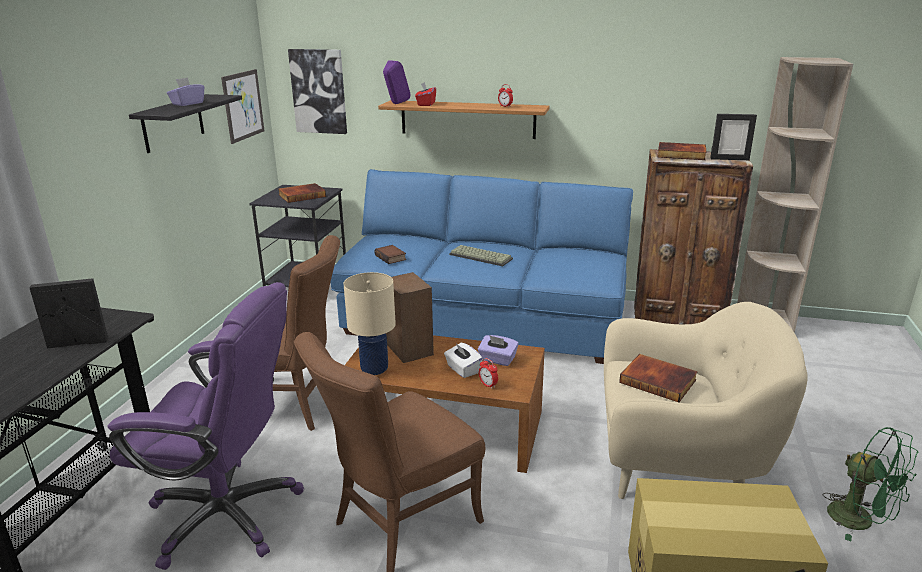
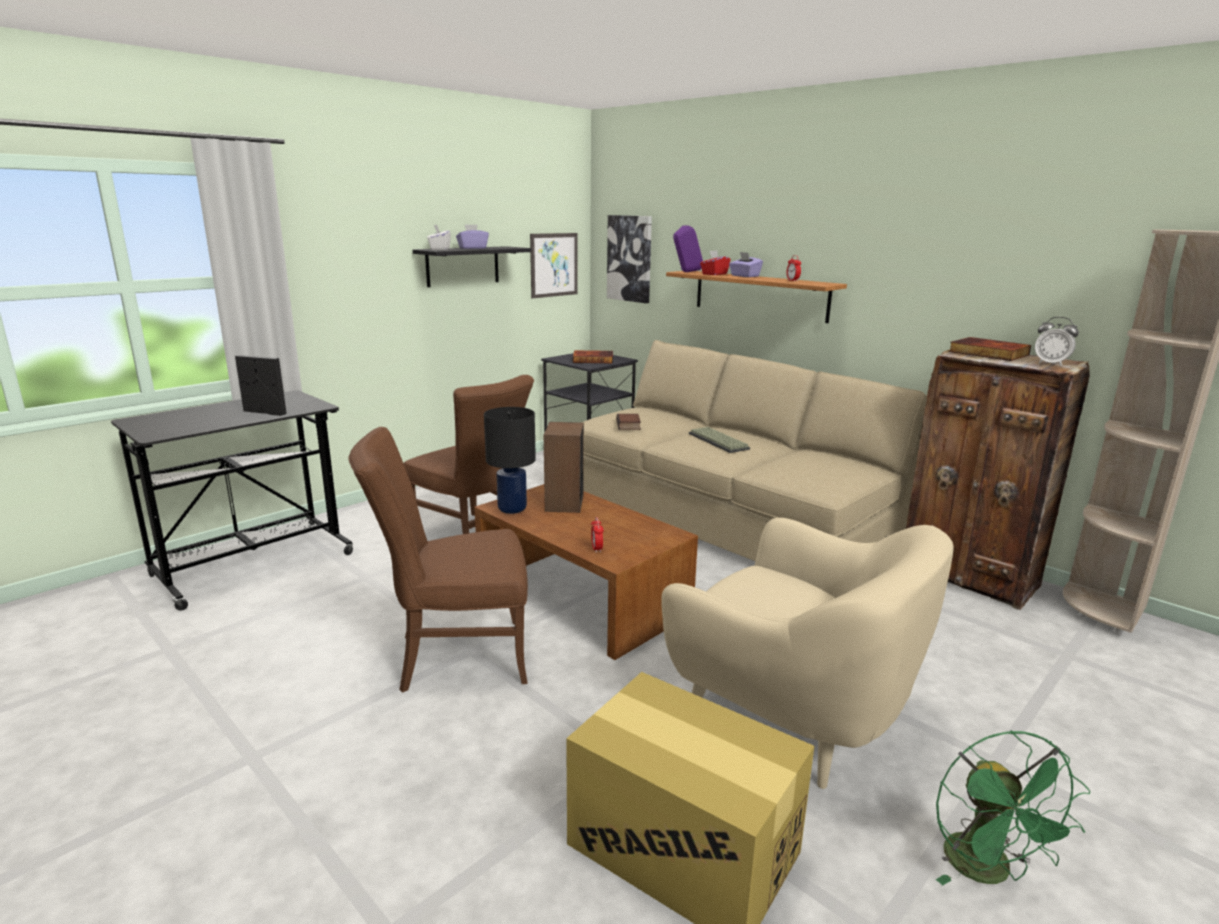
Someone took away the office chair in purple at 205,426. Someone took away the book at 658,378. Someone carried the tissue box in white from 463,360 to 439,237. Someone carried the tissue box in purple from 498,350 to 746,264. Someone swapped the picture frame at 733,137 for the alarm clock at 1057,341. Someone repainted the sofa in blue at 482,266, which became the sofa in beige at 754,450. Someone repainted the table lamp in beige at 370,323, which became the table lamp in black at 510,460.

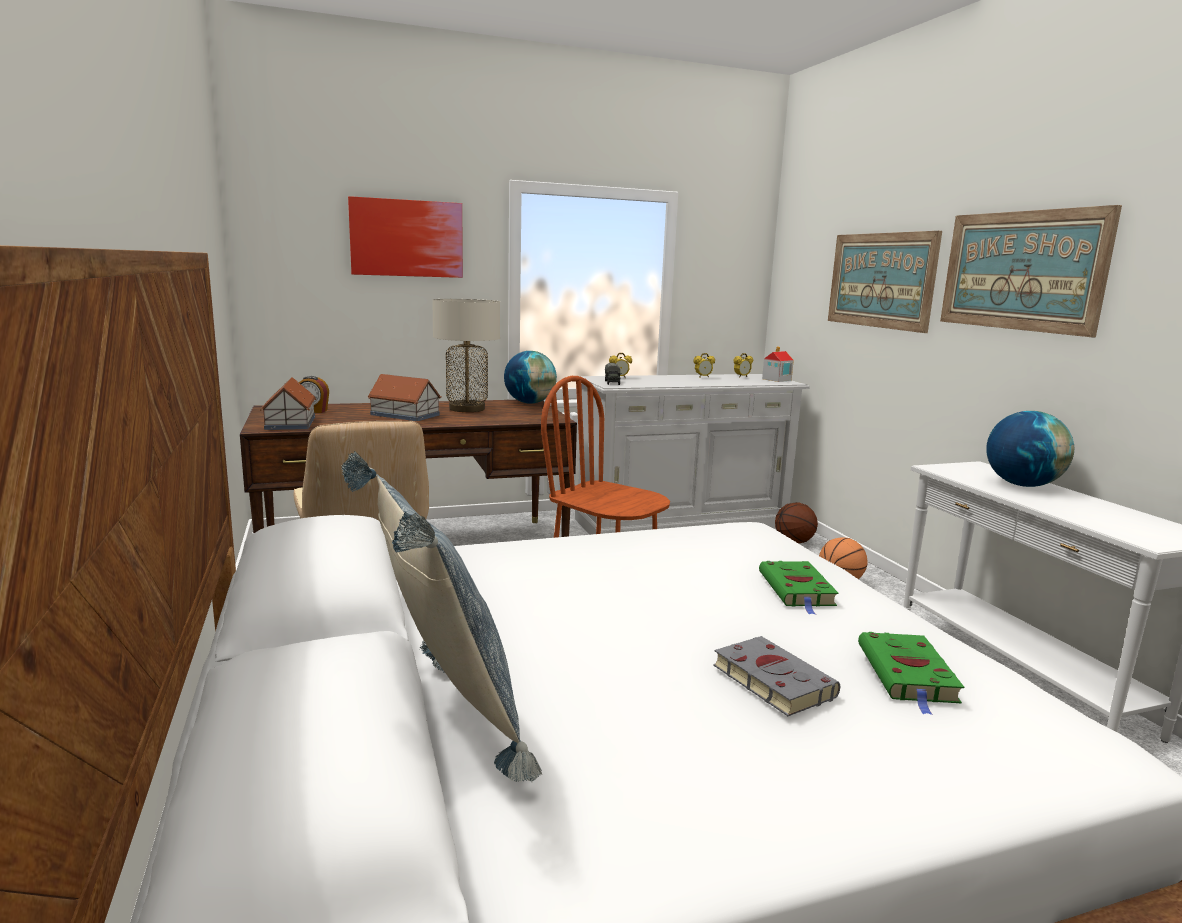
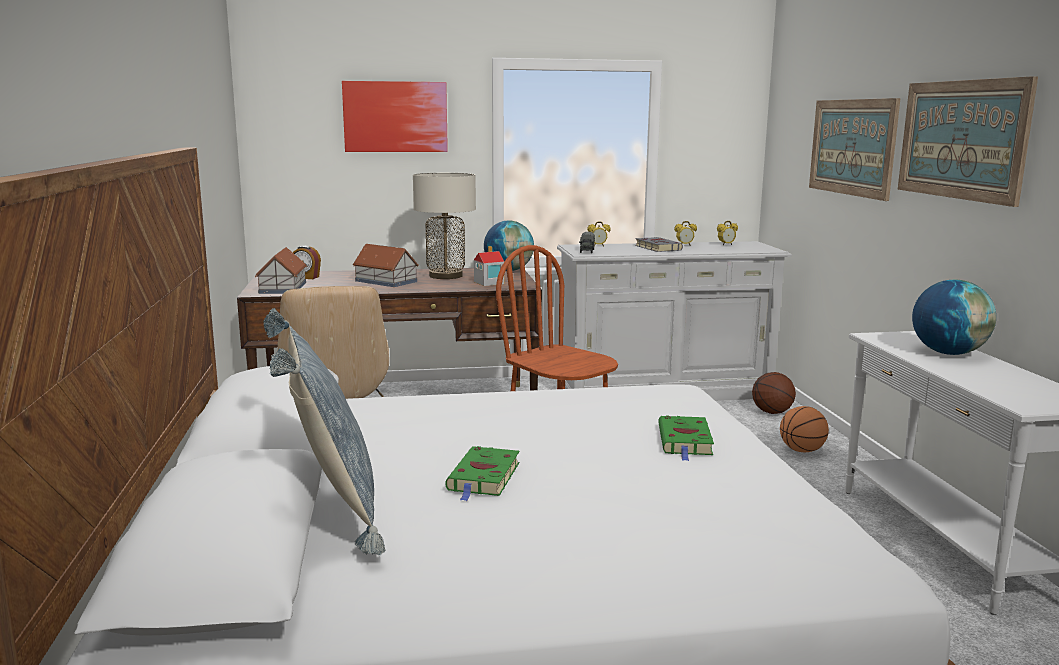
Someone carried the book in grey from 776,676 to 659,244. Someone carried the toy house from 778,364 to 489,266. Someone carried the book in green from 911,673 to 482,473.

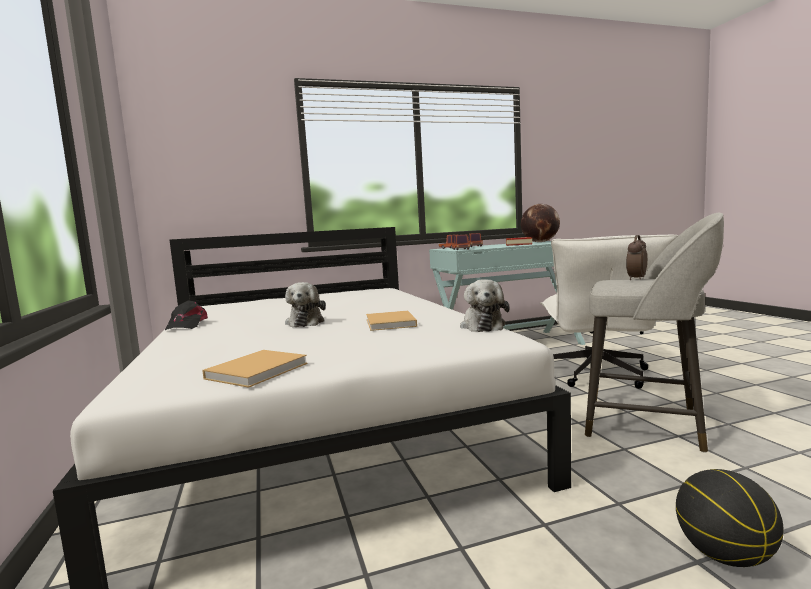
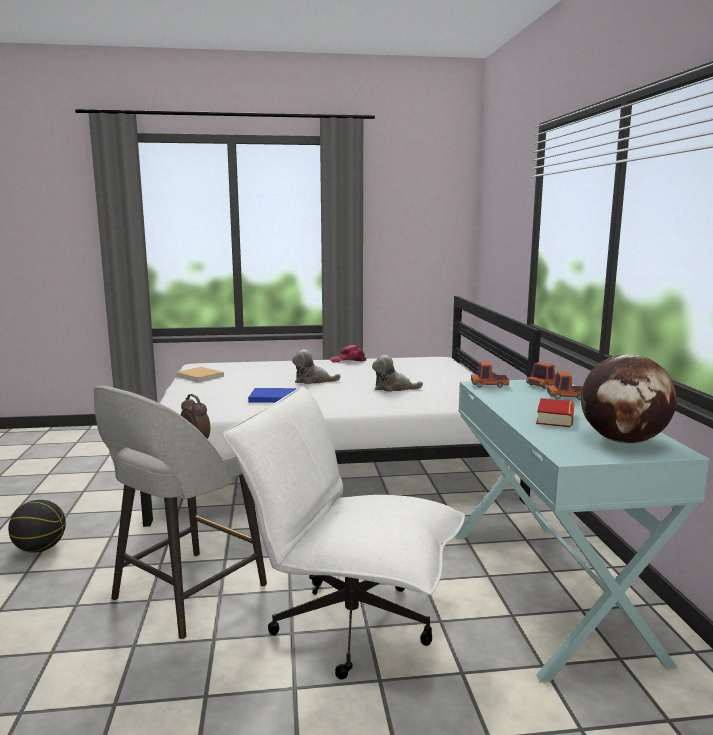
Someone carried the plush toy from 484,306 to 397,373. Someone repainted the cap in black at 186,315, which became the cap in pink at 348,354. Someone repainted the book in beige at 391,321, which became the book in blue at 272,395.

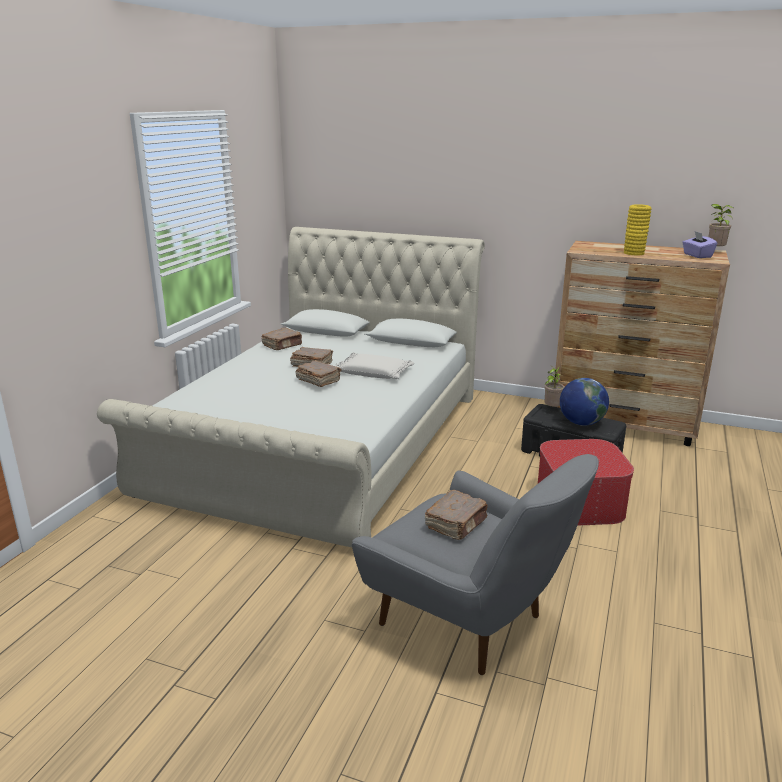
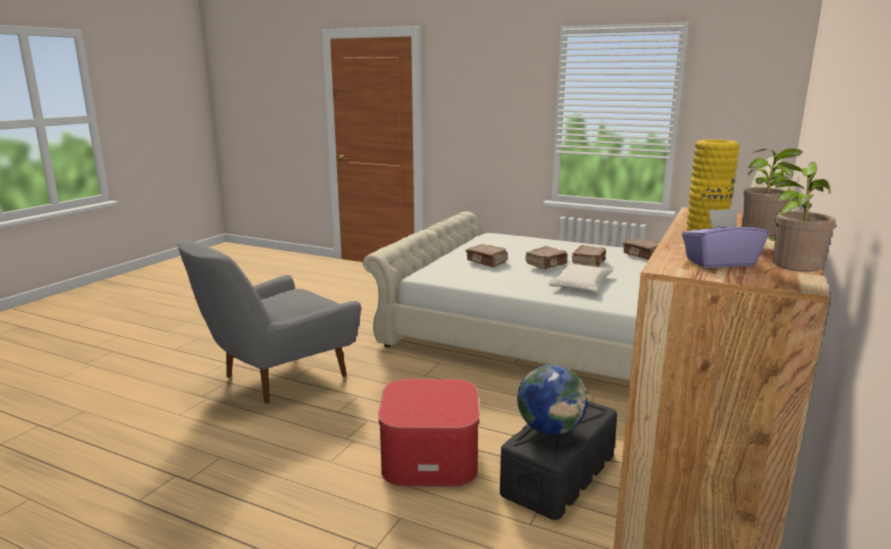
Someone carried the book in brown from 456,515 to 487,255. Someone carried the potted plant from 554,385 to 772,194.

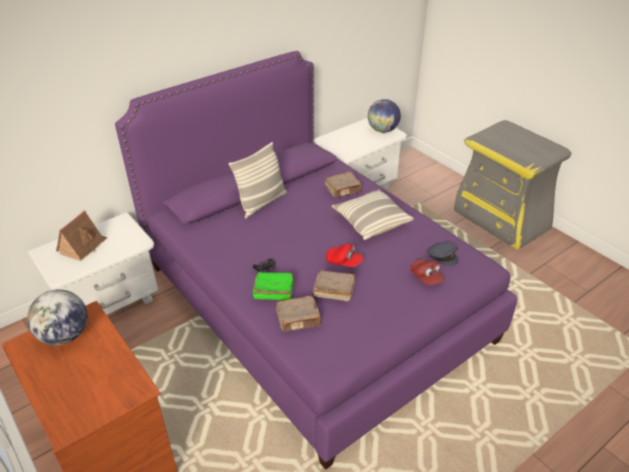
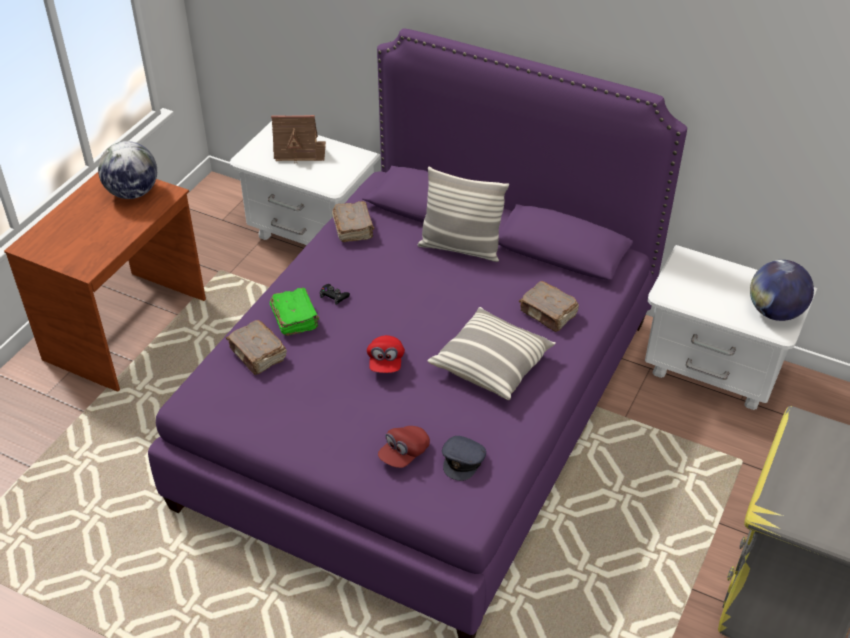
Someone carried the book in brown from 334,286 to 353,221.

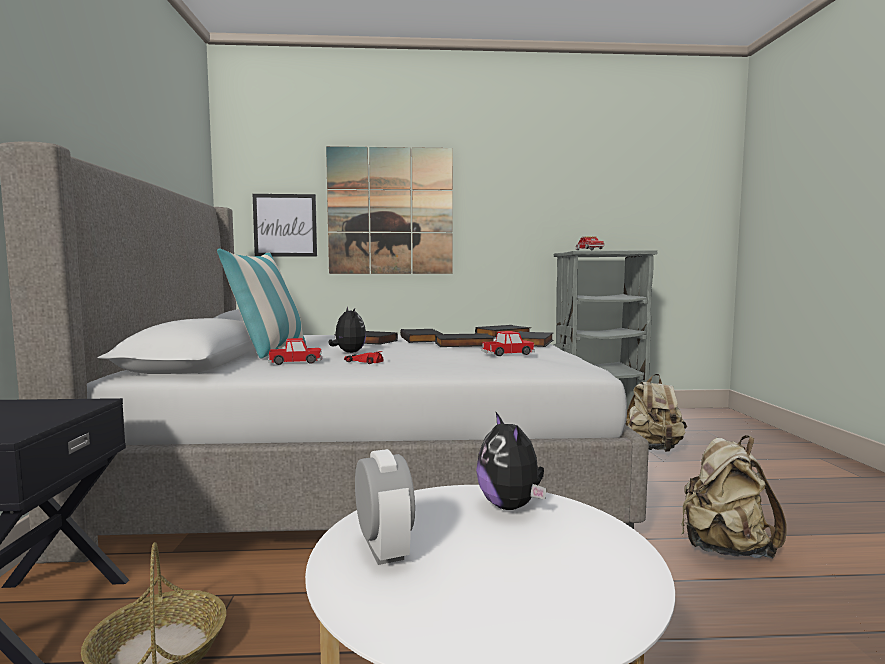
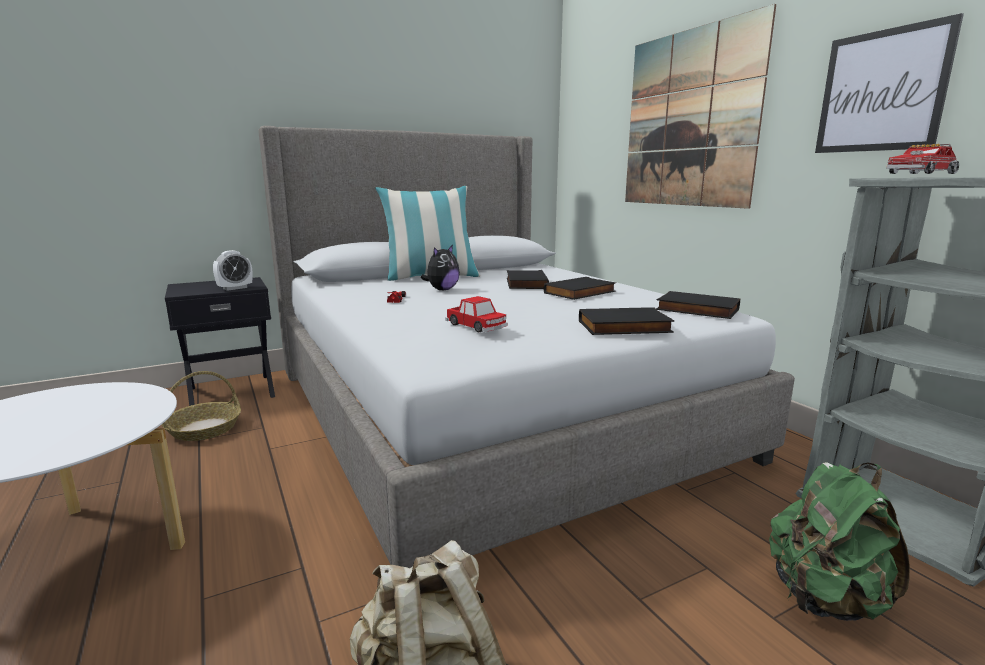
Someone took away the toy car at 295,351. Someone took away the book in black at 465,340. Someone took away the plush toy at 511,461. Someone carried the picture from 285,225 to 889,83. Someone carried the alarm clock from 385,507 to 233,270. Someone repainted the backpack in beige at 656,413, which became the backpack in green at 839,541.

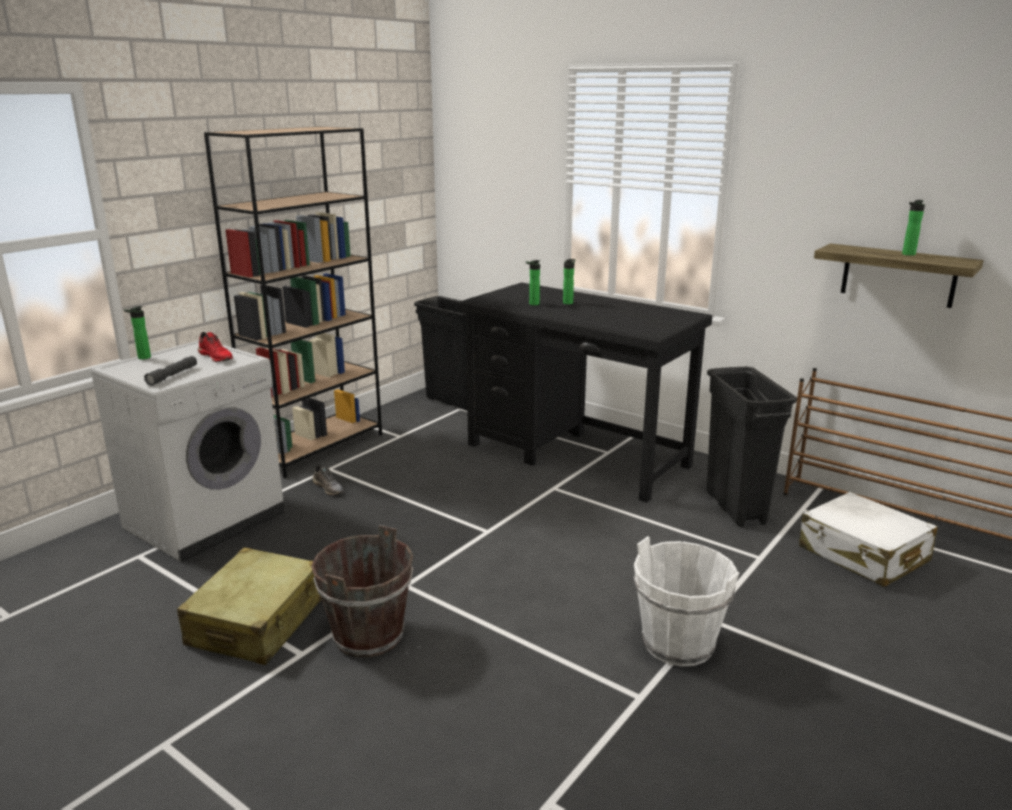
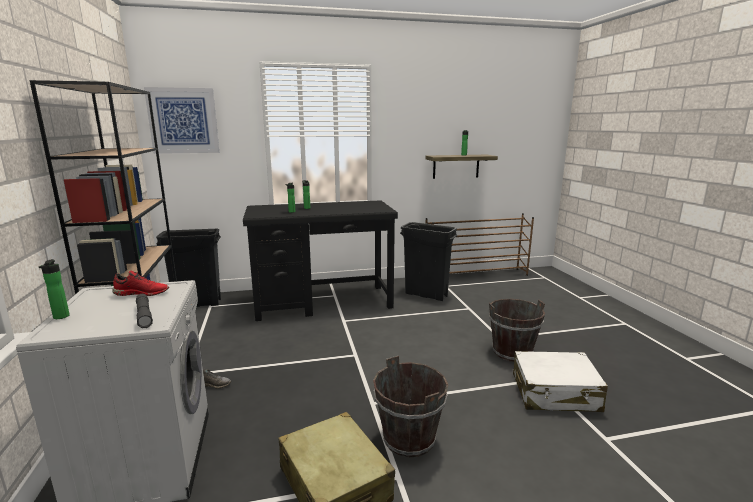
Someone put up the picture at 181,120. Someone carried the suitcase in white from 868,539 to 560,381. Someone repainted the bucket in white at 686,601, which became the bucket in brown at 517,330.

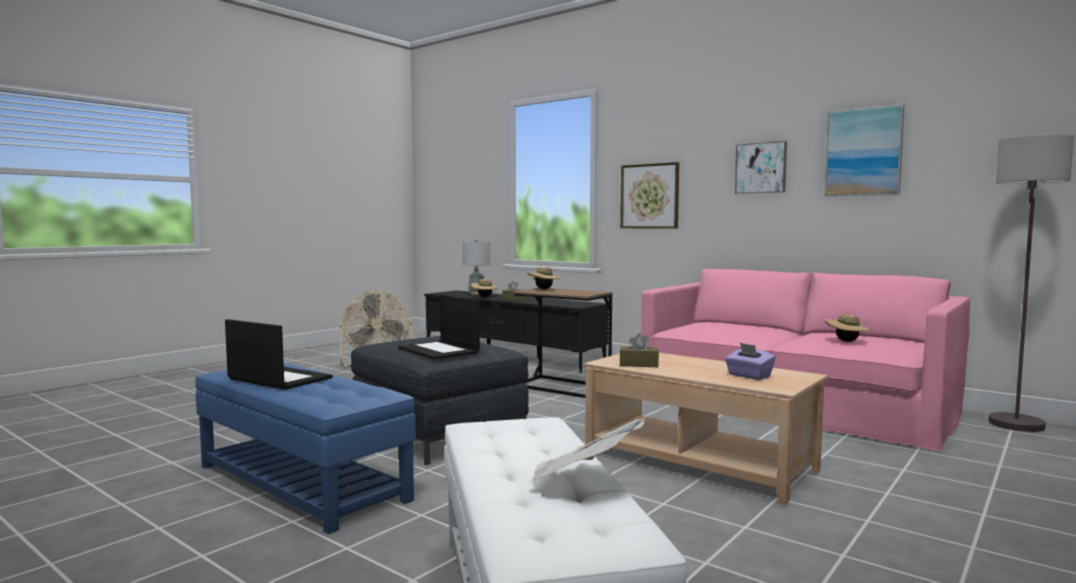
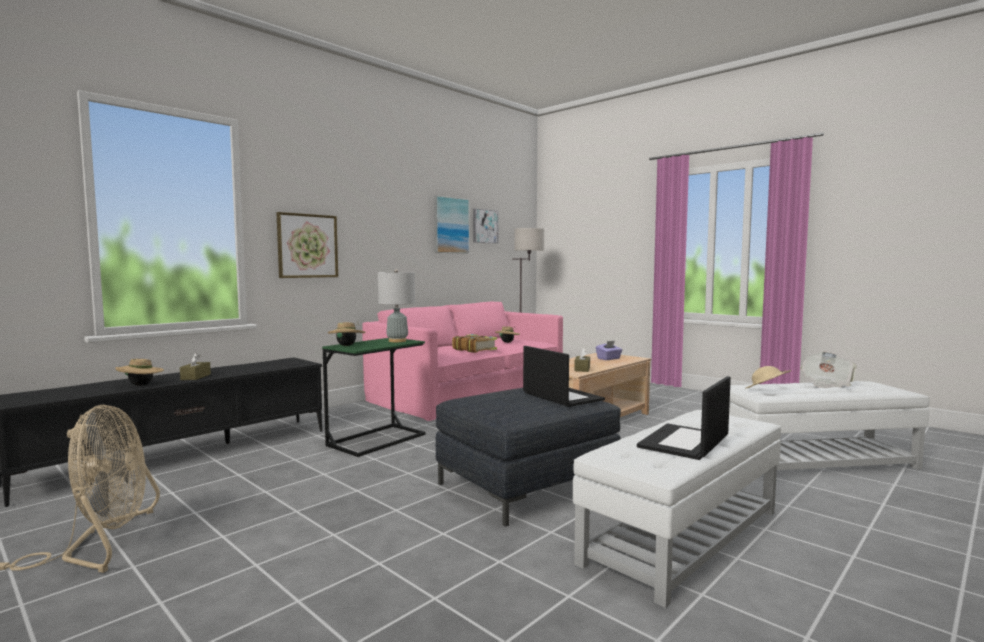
Someone put down the book at 474,343. Someone put down the hat in beige at 768,377. Someone carried the table lamp in grey from 476,267 to 396,305. Someone carried the picture from 761,167 to 486,226. Someone repainted the ottoman in blue at 305,448, which became the ottoman in white at 677,509. Someone repainted the side table in brown at 563,343, which became the side table in green at 373,397. Someone rotated the laptop at 439,327 by 90 degrees counterclockwise.

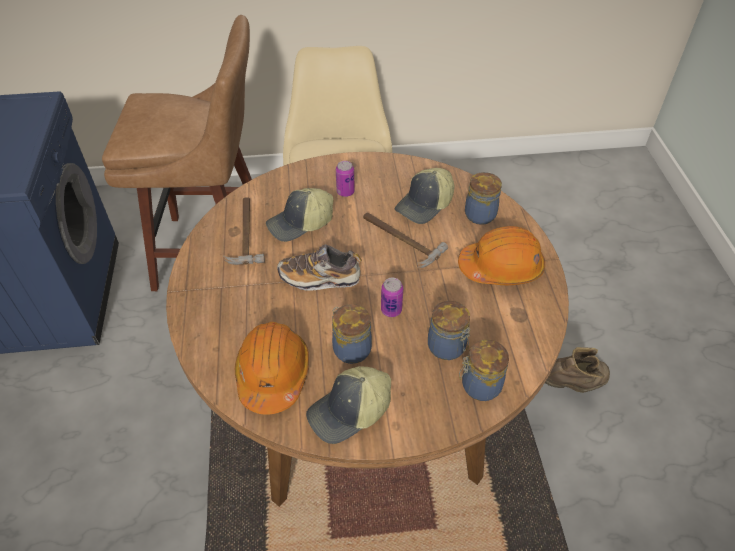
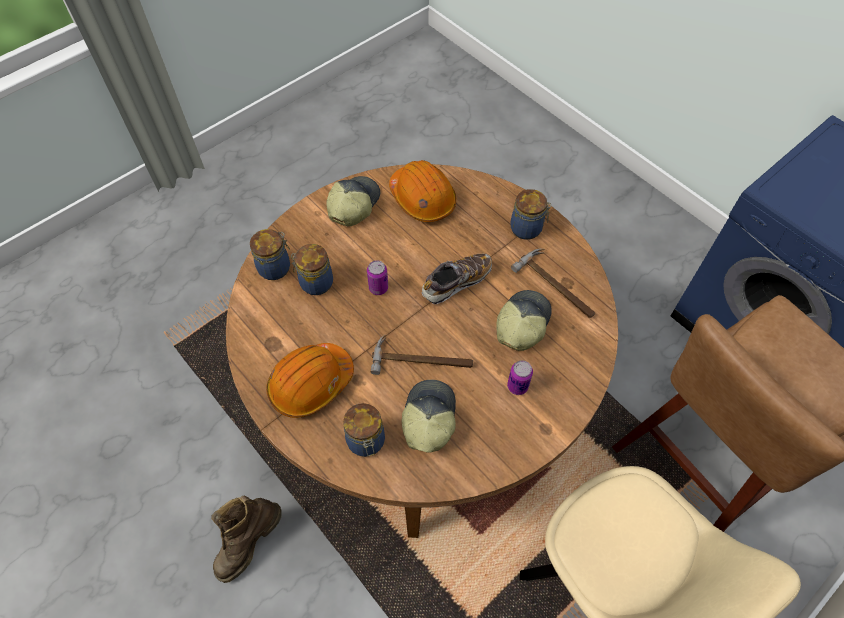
Someone carried the jar from 352,334 to 530,214.

